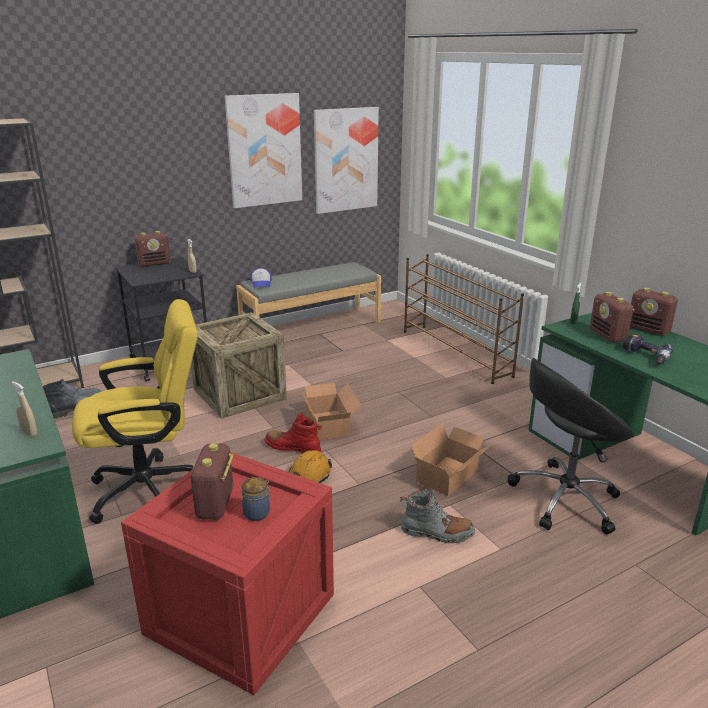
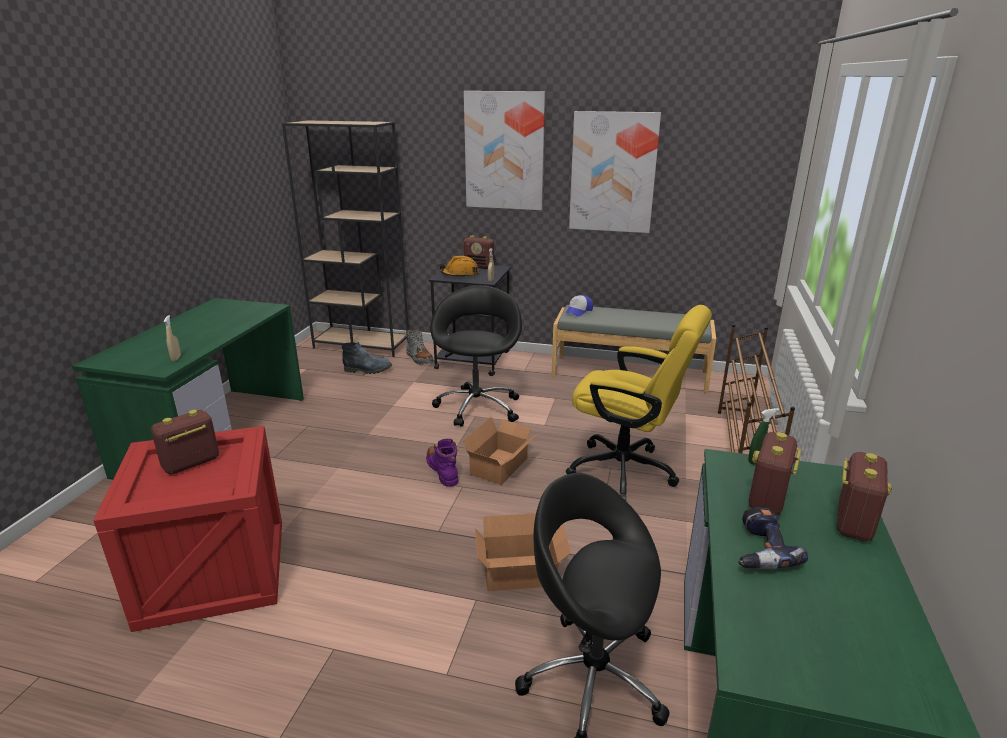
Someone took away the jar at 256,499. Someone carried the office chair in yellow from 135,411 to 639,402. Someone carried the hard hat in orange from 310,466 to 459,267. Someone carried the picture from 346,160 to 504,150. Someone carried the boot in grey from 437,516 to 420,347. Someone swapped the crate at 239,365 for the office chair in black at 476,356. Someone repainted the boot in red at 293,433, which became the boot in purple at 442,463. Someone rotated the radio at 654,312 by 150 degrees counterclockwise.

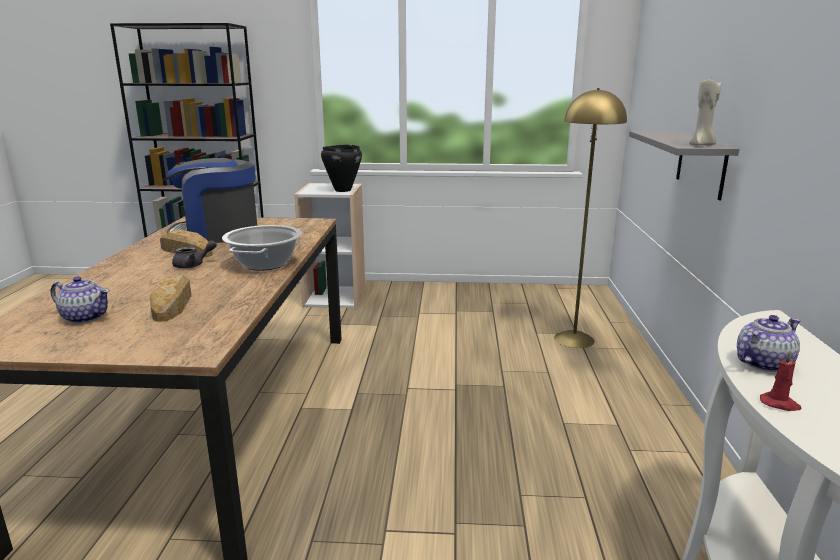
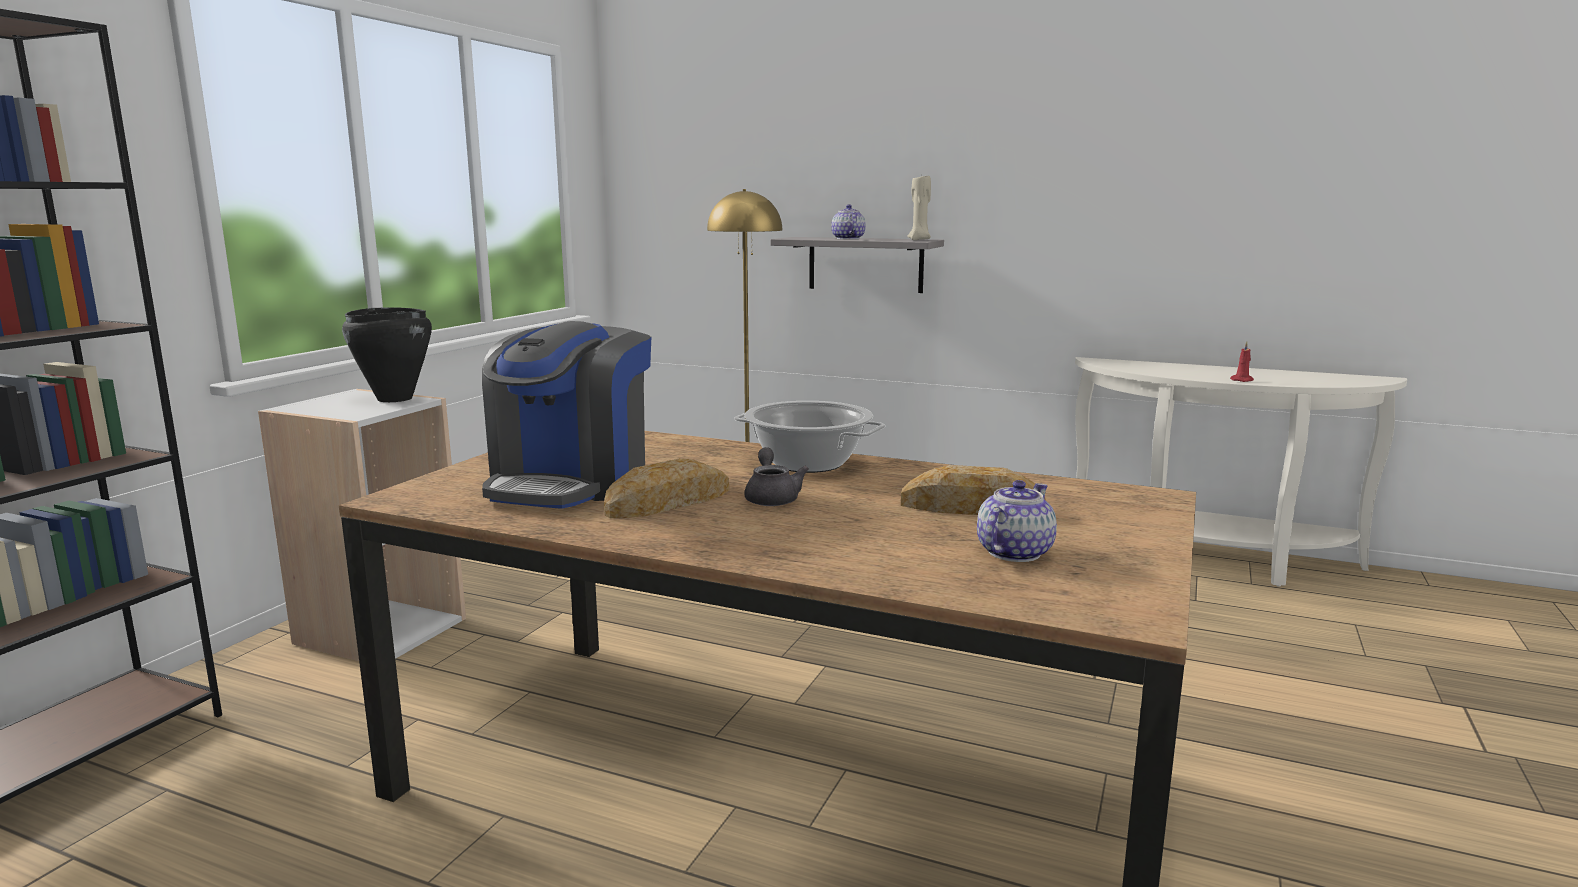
Someone carried the teapot from 768,343 to 848,222.

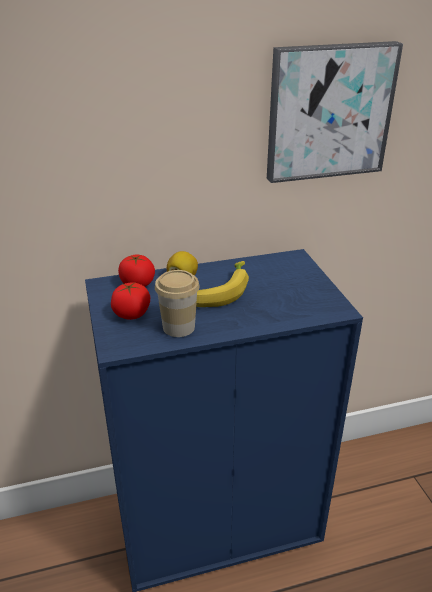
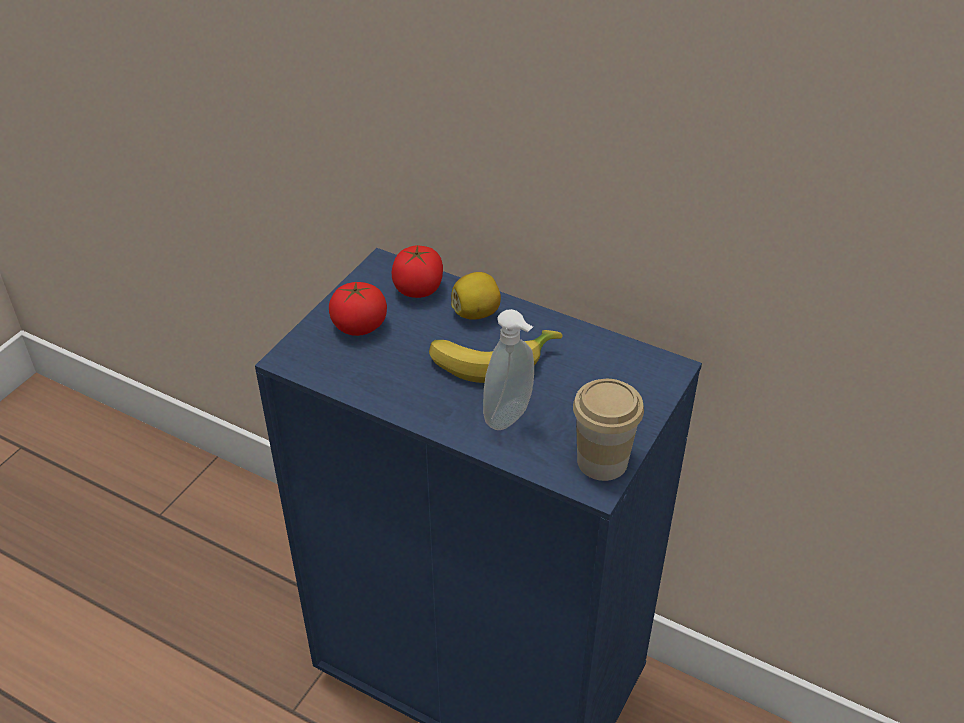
Someone took away the picture at 335,112. Someone put down the soap dispenser at 508,369. Someone carried the cup from 177,303 to 608,430.

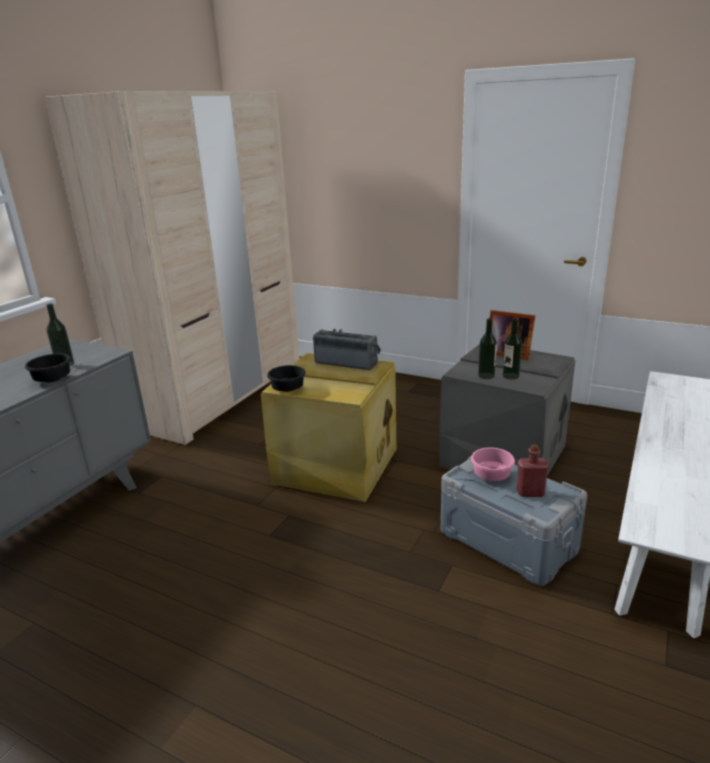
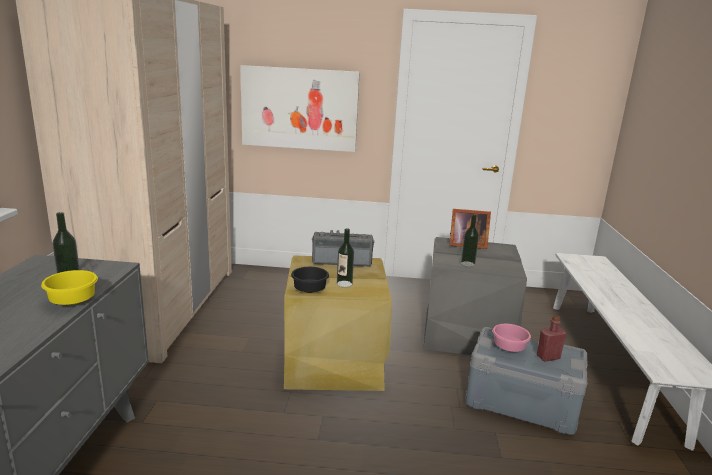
Someone put up the picture at 300,108. Someone carried the bottle from 512,349 to 345,258. Someone repainted the bowl in black at 48,368, which became the bowl in yellow at 69,287.

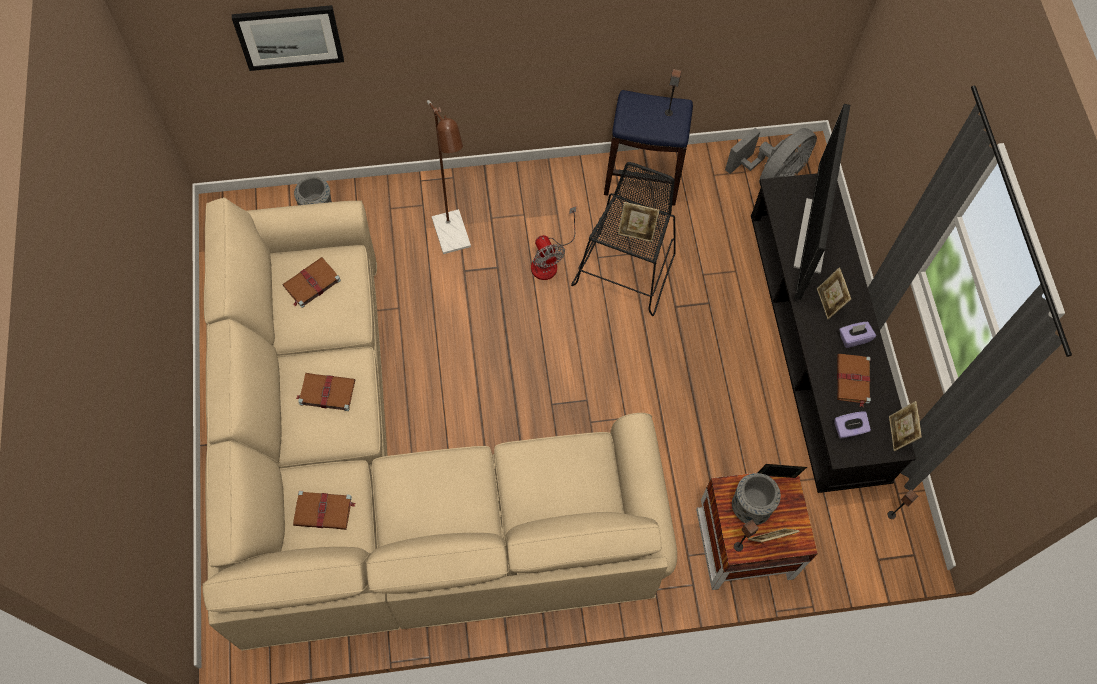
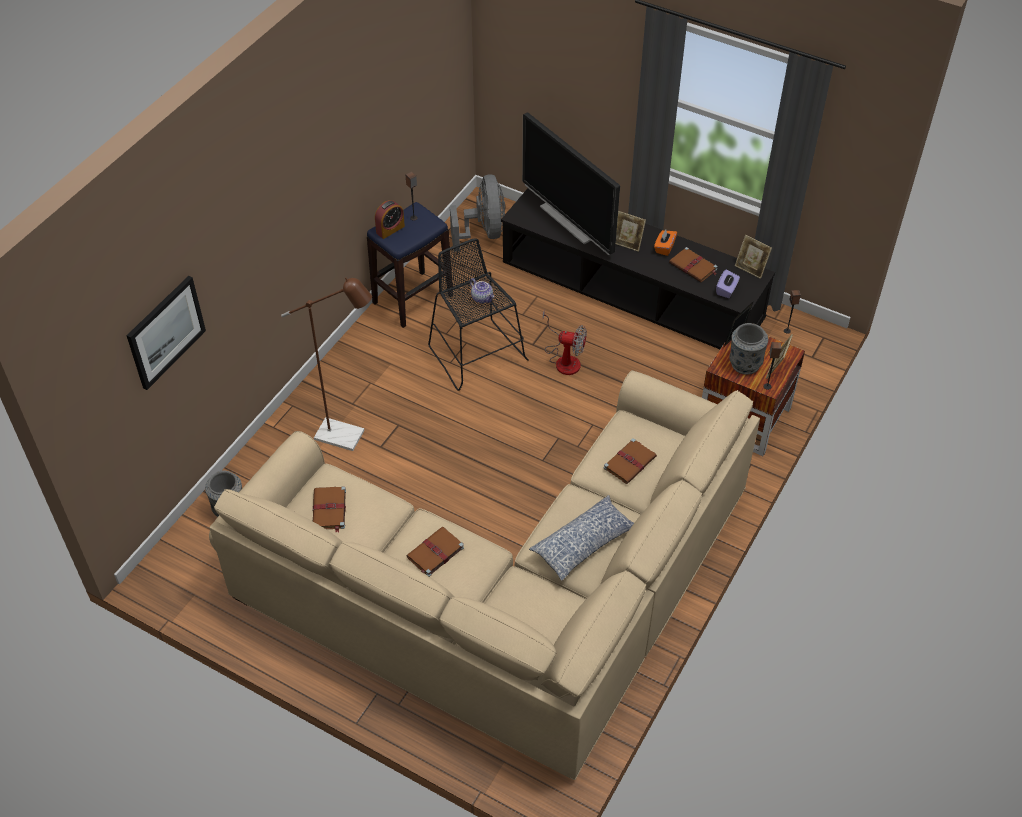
Someone put down the alarm clock at 390,219. Someone put down the pillow at 581,538. Someone carried the book in brown from 324,510 to 630,461. Someone carried the fan from 553,243 to 565,342. Someone swapped the picture frame at 638,222 for the teapot at 482,290. Someone repainted the tissue box in purple at 858,335, which became the tissue box in orange at 665,243.

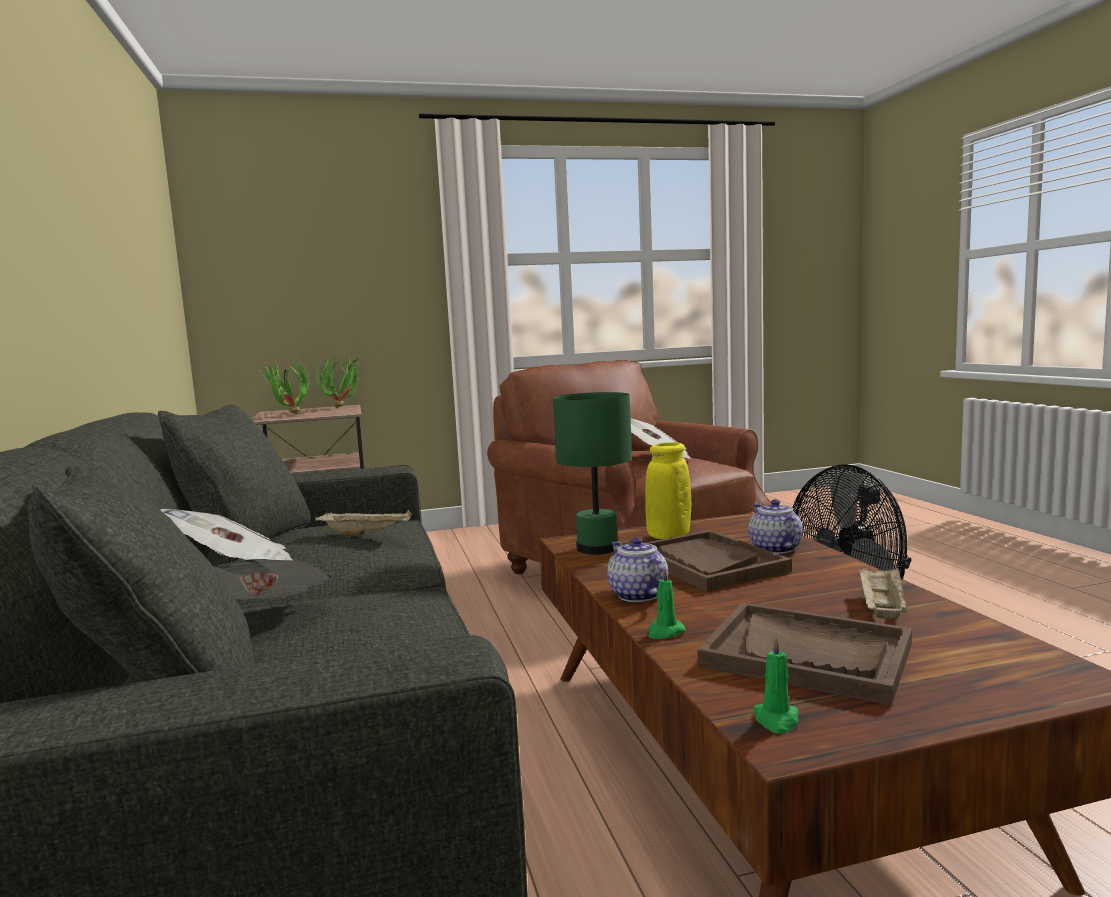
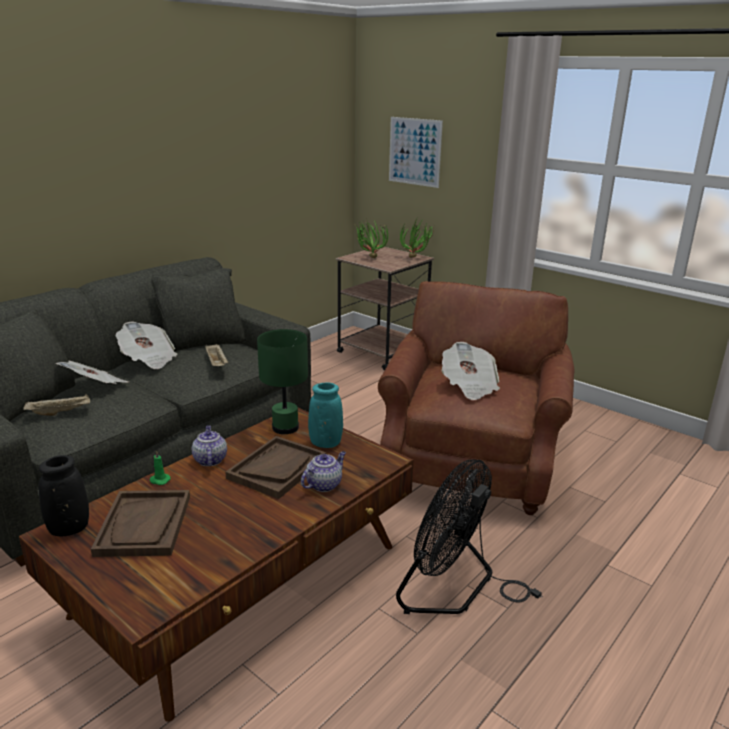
Someone put up the picture at 416,152. Someone carried the tray in beige from 883,592 to 56,405. Someone swapped the candle in green at 776,685 for the vase in black at 63,496. Someone repainted the vase in yellow at 668,490, which became the vase in turquoise at 325,415. Someone rotated the teapot at 637,569 by 45 degrees counterclockwise.

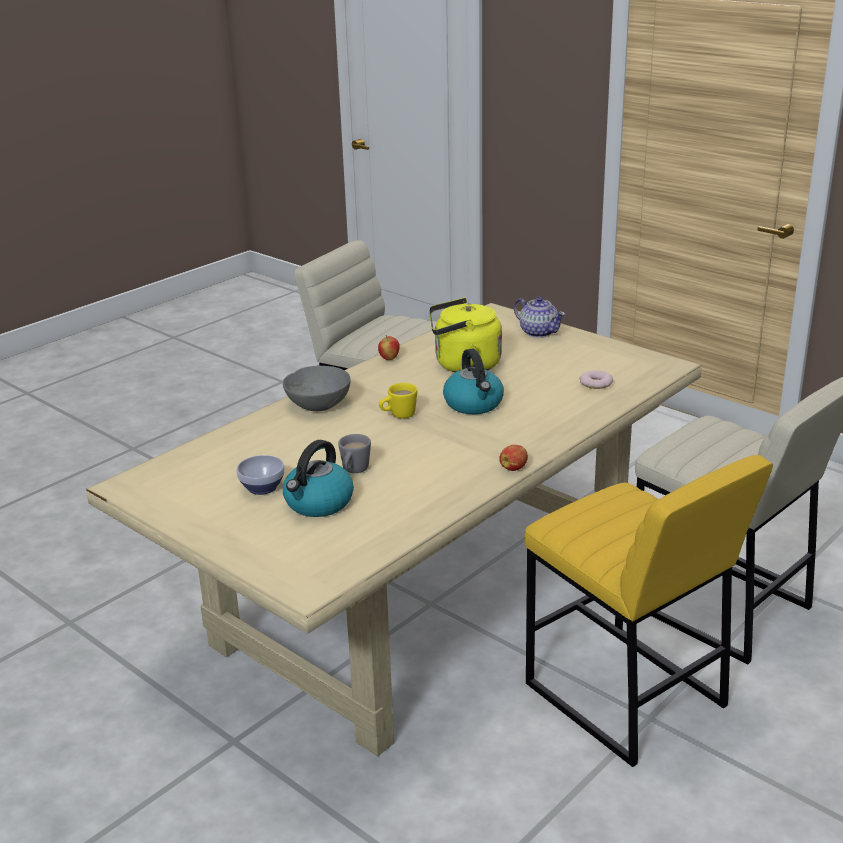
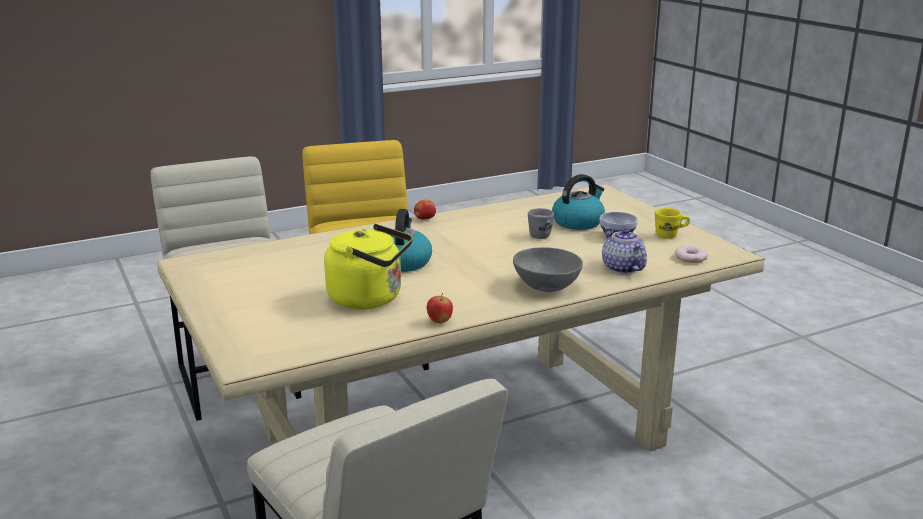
Someone carried the mug in yellow from 398,401 to 672,223. Someone carried the teapot from 539,317 to 624,250. Someone carried the donut from 596,379 to 691,254.

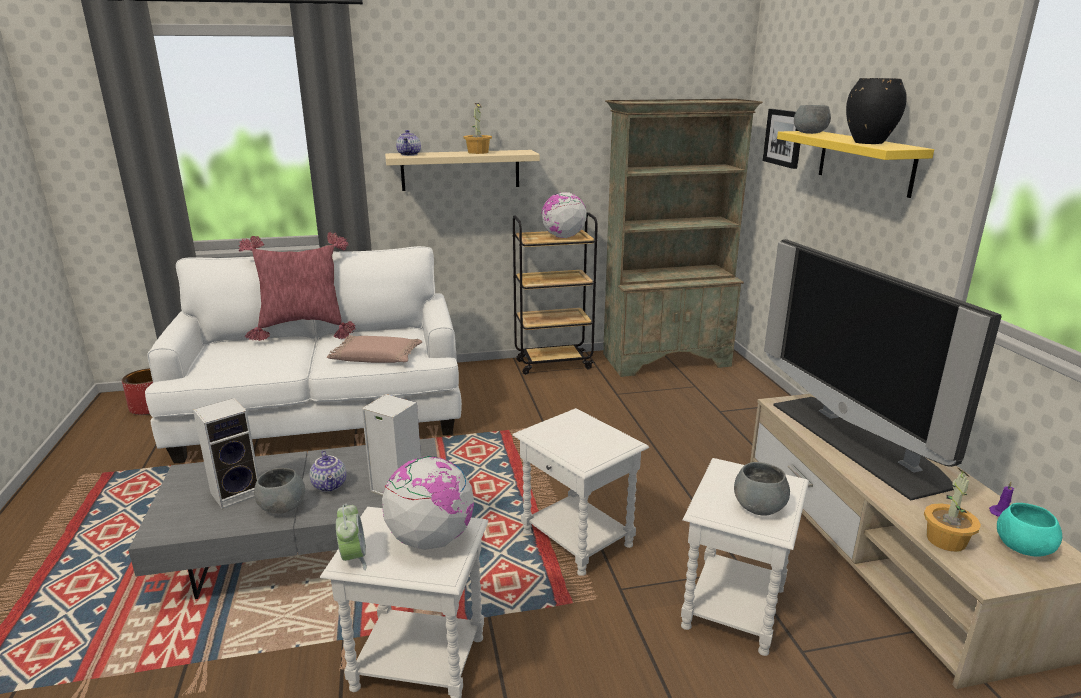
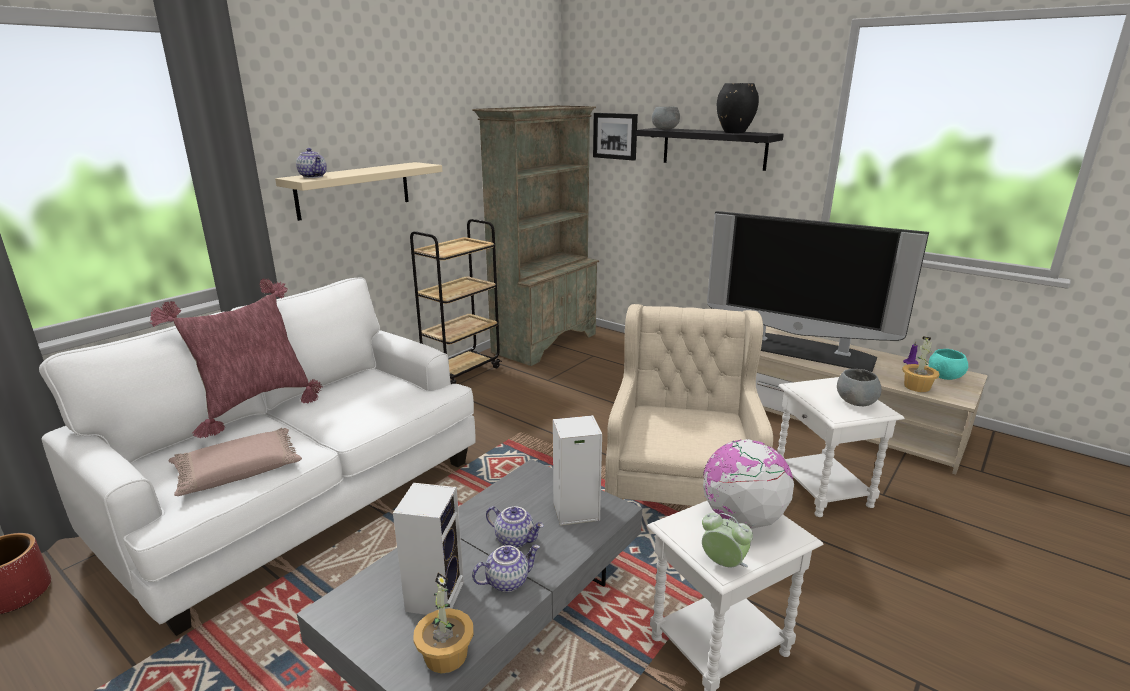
Someone took away the globe at 564,215. Someone carried the pillow in beige from 375,349 to 235,462. Someone carried the potted plant from 477,128 to 443,623. Someone swapped the bowl in grey at 279,491 for the teapot at 506,568. Someone swapped the side table in white at 581,492 for the armchair in beige at 689,405. Someone repainted the shelf in yellow at 855,164, which became the shelf in black at 710,149.

